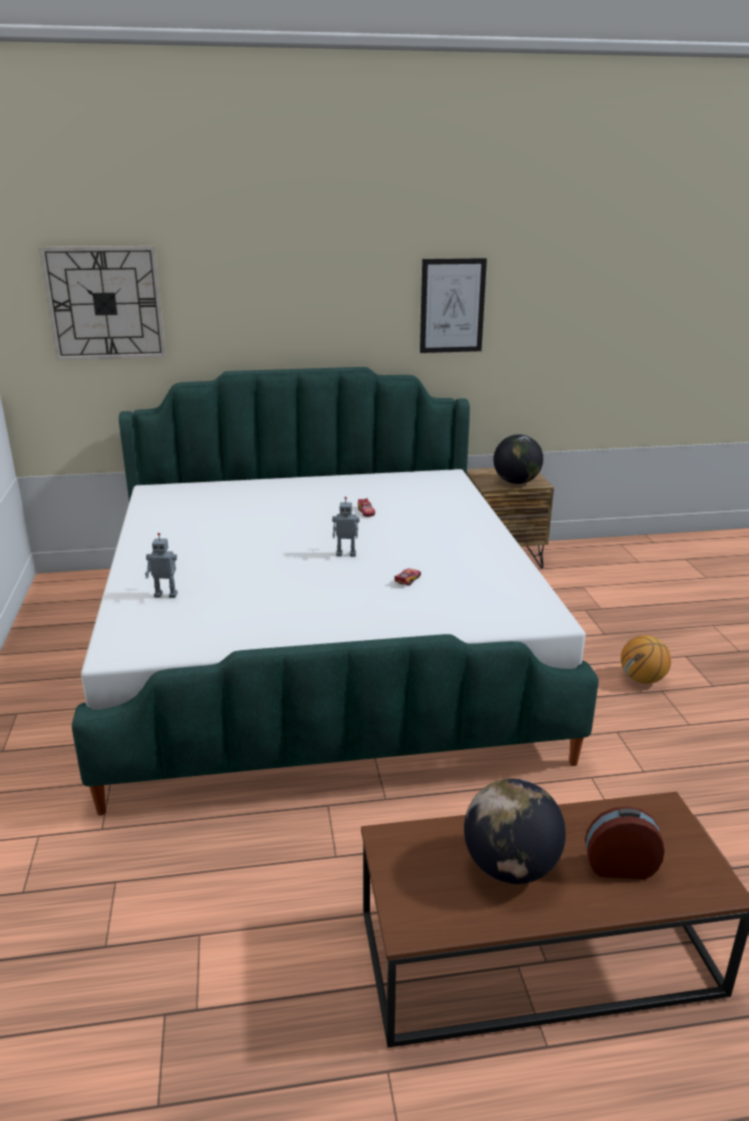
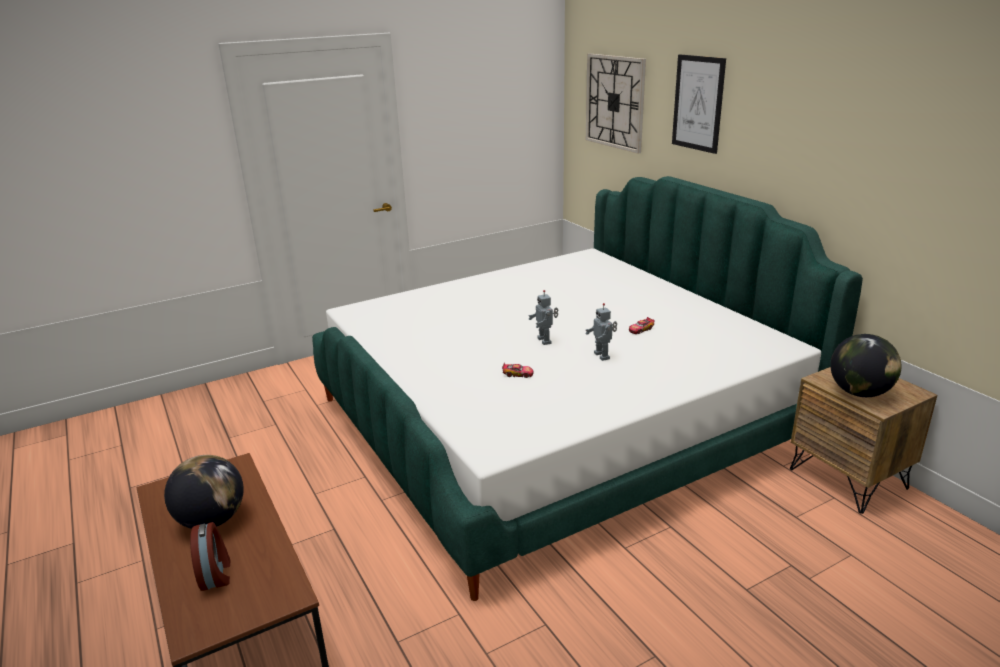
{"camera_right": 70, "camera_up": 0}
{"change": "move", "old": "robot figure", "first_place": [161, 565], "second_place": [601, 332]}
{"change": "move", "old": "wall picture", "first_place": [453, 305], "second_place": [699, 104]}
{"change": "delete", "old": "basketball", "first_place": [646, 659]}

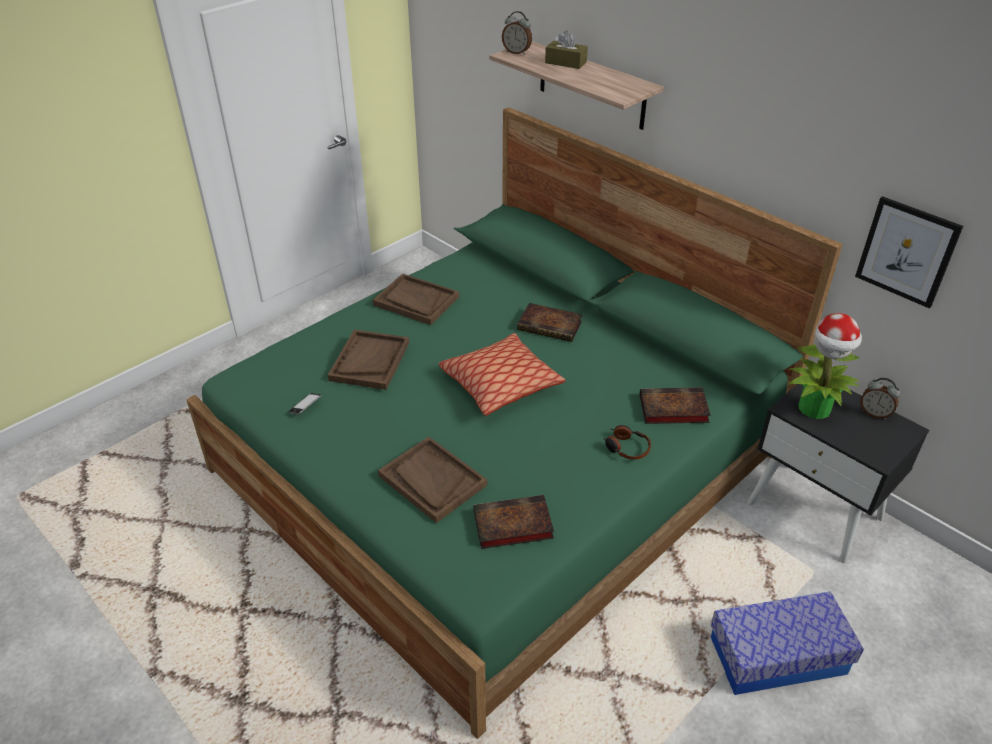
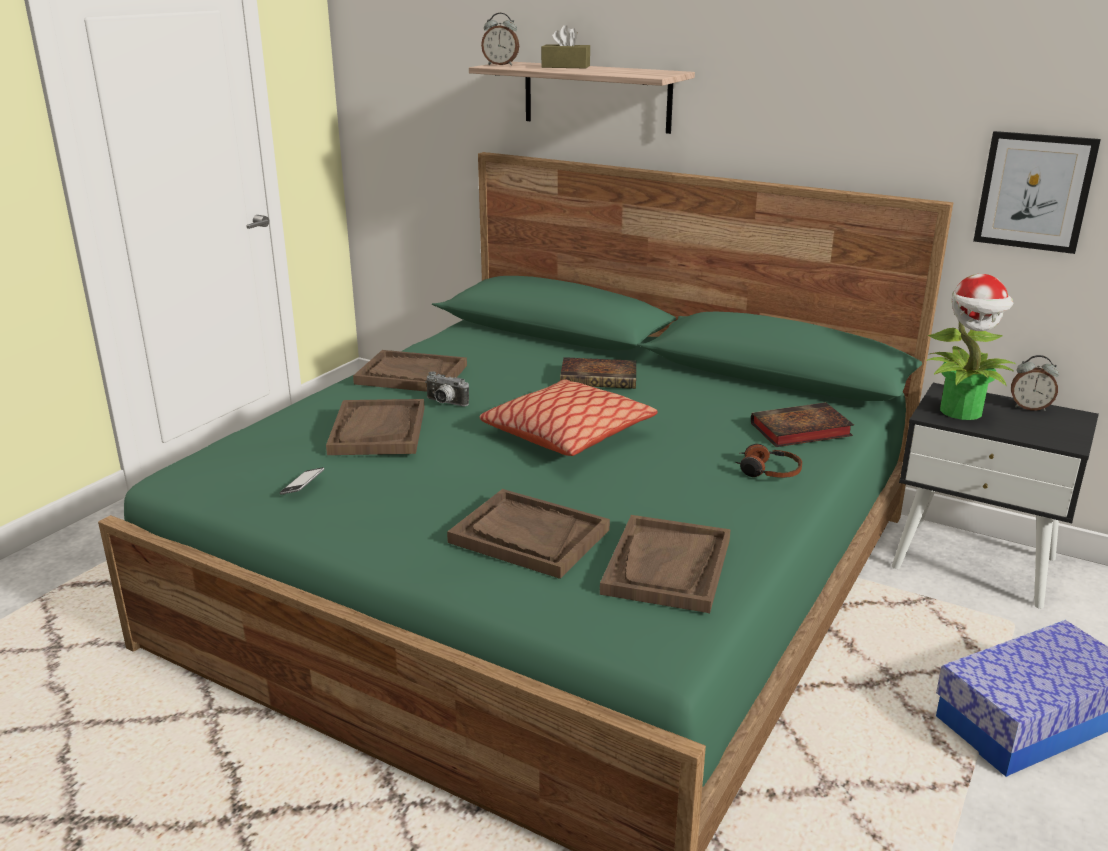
{"camera_right": -15, "camera_up": -15}
{"change": "insert", "new": "photo camera", "second_place": [447, 388]}
{"change": "replace", "old": "bound book", "new": "brown carrying tray", "first_place": [513, 522], "second_place": [665, 564]}

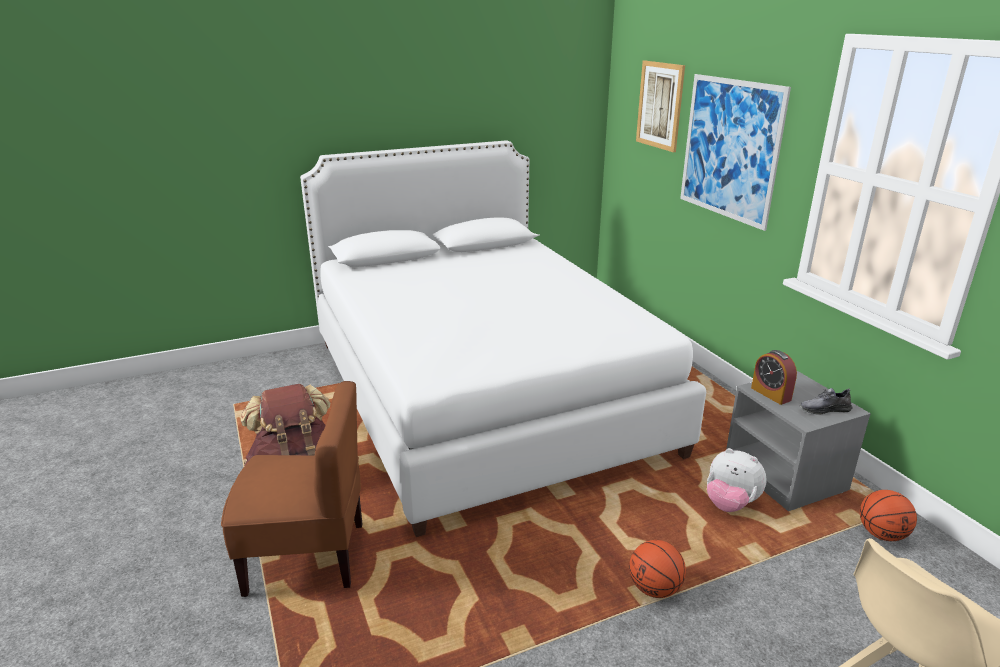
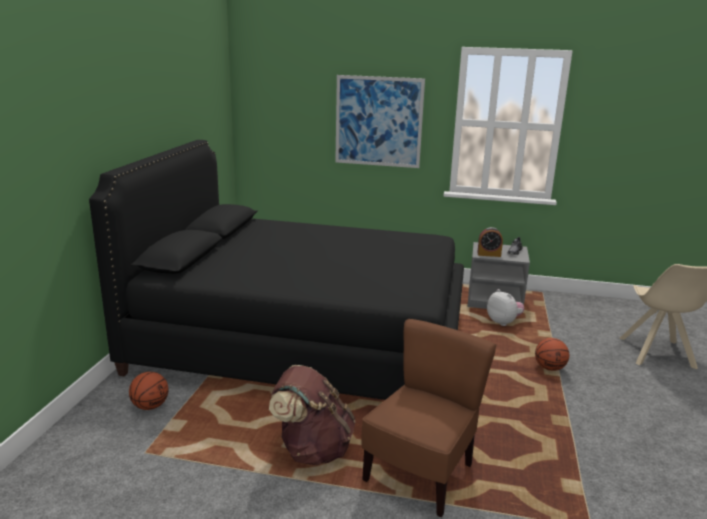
{"camera_right": -55, "camera_up": -5}
{"change": "recolor", "old": "white bed", "new": "blackish bed", "first_place": [503, 338], "second_place": [276, 270]}
{"change": "move", "old": "basketball", "first_place": [888, 515], "second_place": [148, 391]}
{"change": "rotate", "old": "soft toy", "first_place": [737, 480], "second_place": [505, 307], "degrees": -105}
{"change": "delete", "old": "wall picture", "first_place": [660, 106]}

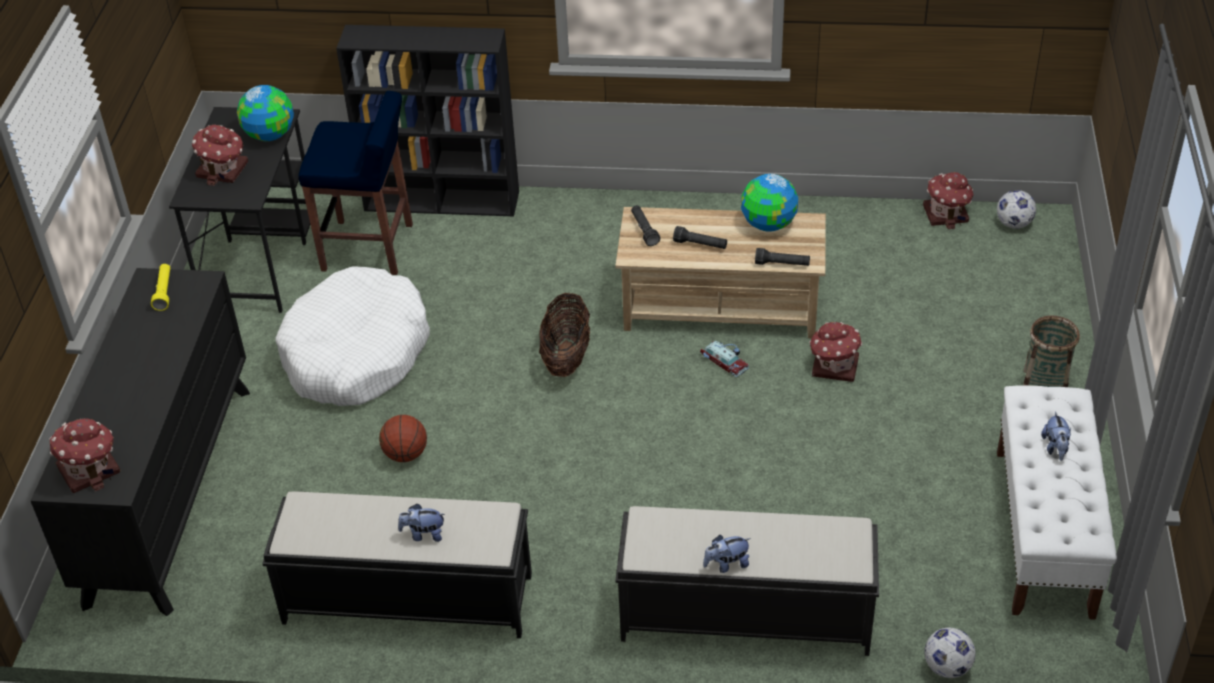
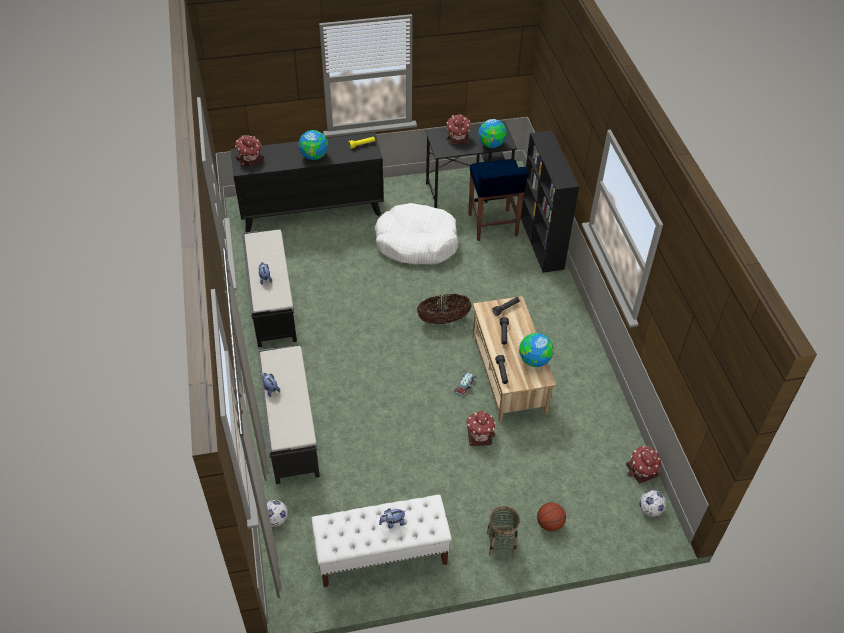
{"camera_right": 70, "camera_up": 5}
{"change": "insert", "new": "world globe", "second_place": [313, 145]}
{"change": "move", "old": "basketball", "first_place": [403, 438], "second_place": [551, 517]}

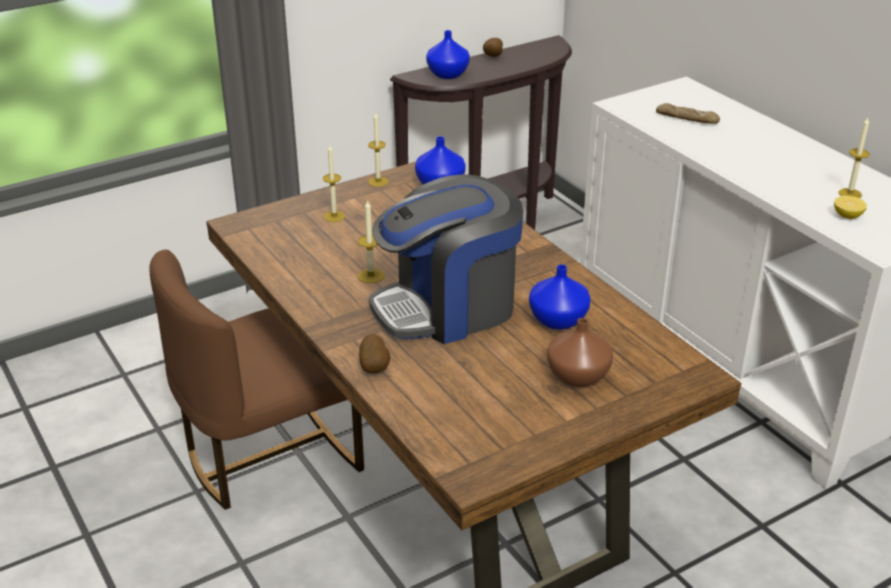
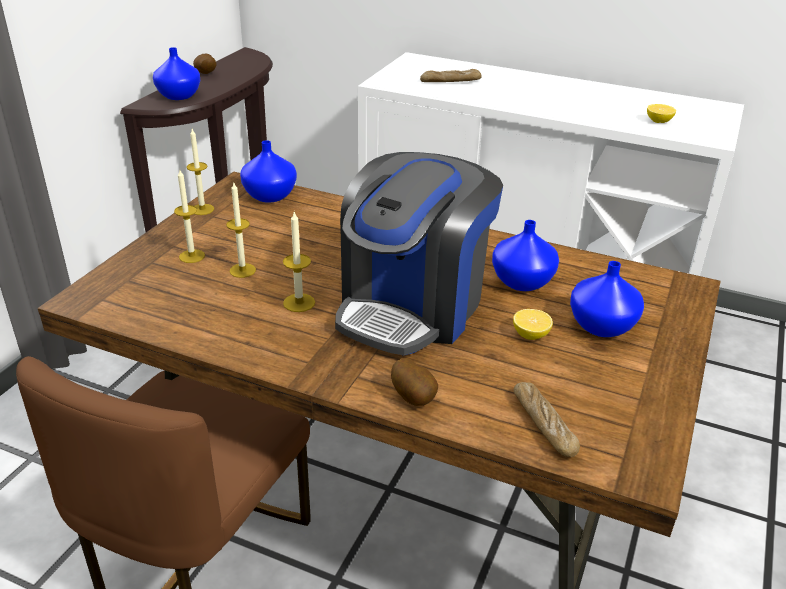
{"camera_right": -35, "camera_up": 0}
{"change": "move", "old": "candle", "first_place": [854, 158], "second_place": [241, 230]}
{"change": "insert", "new": "citrus fruit", "second_place": [533, 324]}
{"change": "insert", "new": "bakery bread", "second_place": [547, 419]}
{"change": "recolor", "old": "brown decorative vase", "new": "blue decorative vase", "first_place": [580, 352], "second_place": [607, 299]}

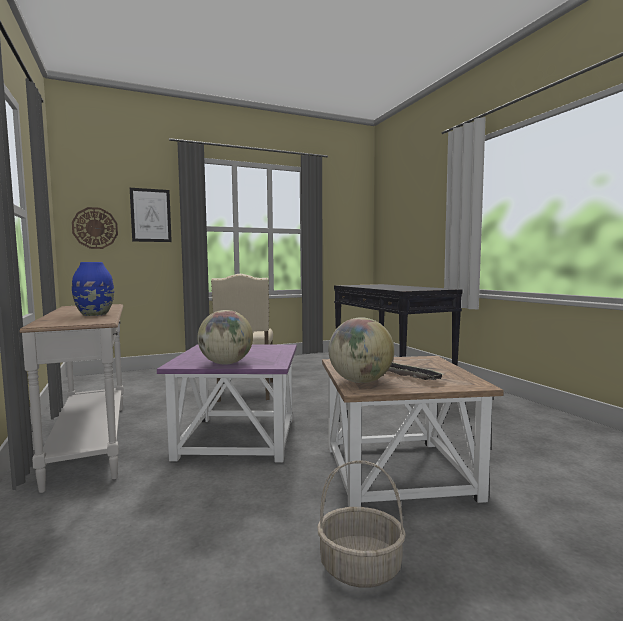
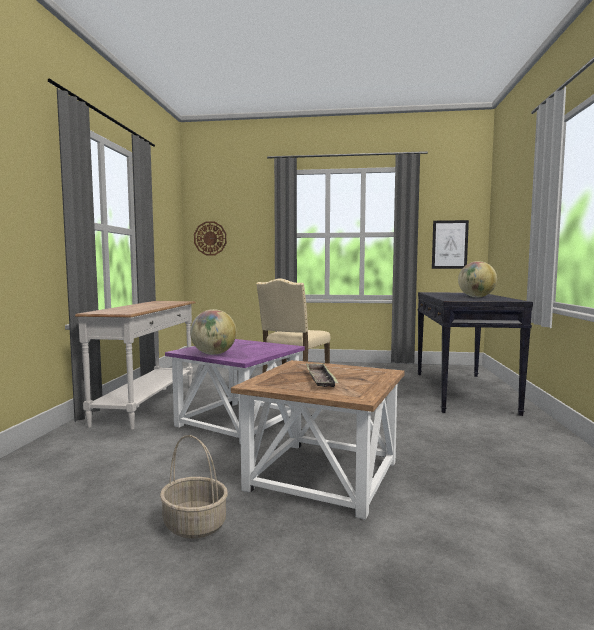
{"camera_right": 30, "camera_up": 0}
{"change": "move", "old": "wall picture", "first_place": [151, 215], "second_place": [450, 244]}
{"change": "move", "old": "world globe", "first_place": [361, 350], "second_place": [477, 279]}
{"change": "delete", "old": "blue decorative vase", "first_place": [93, 289]}

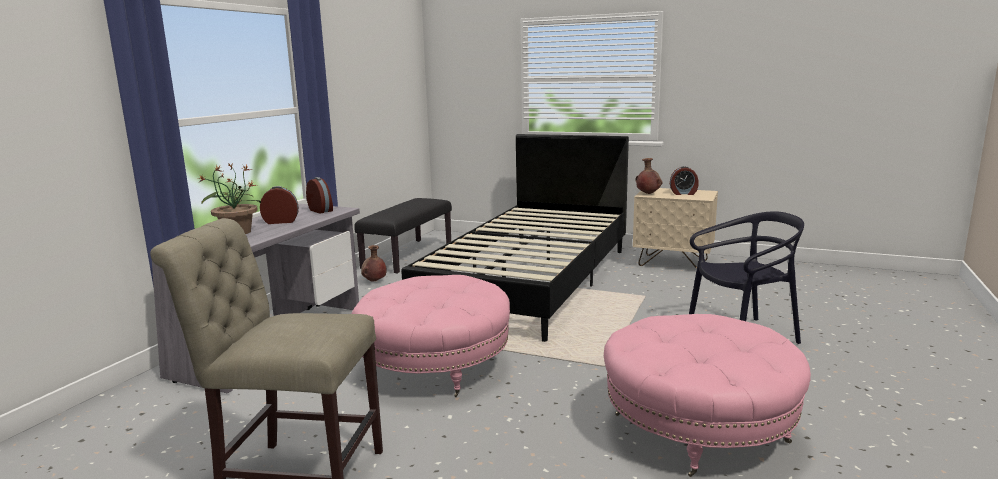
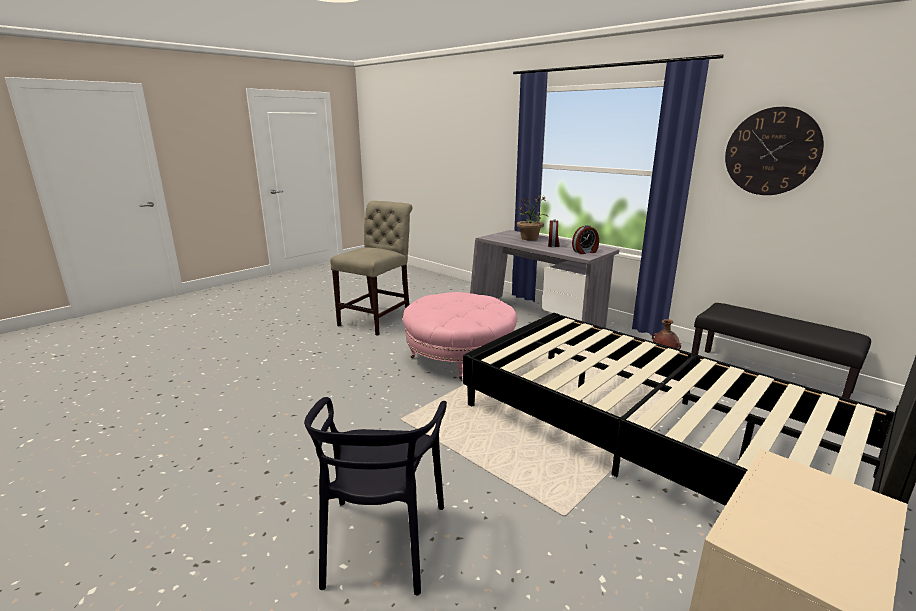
{"camera_right": 110, "camera_up": 5}
{"change": "insert", "new": "clock on the wall", "second_place": [774, 151]}
{"change": "delete", "old": "pink-coloured pouffe", "first_place": [707, 395]}
{"change": "delete", "old": "brown decorative vase", "first_place": [648, 176]}
{"change": "delete", "old": "alarm clock", "first_place": [684, 180]}

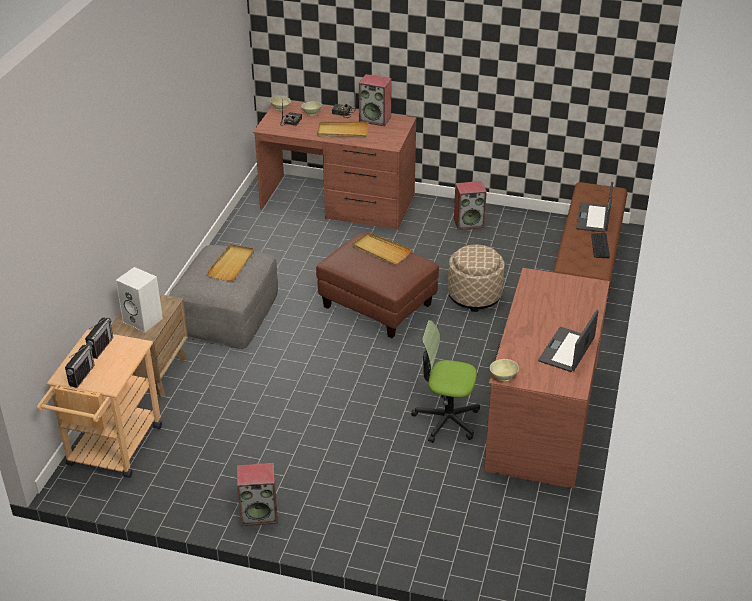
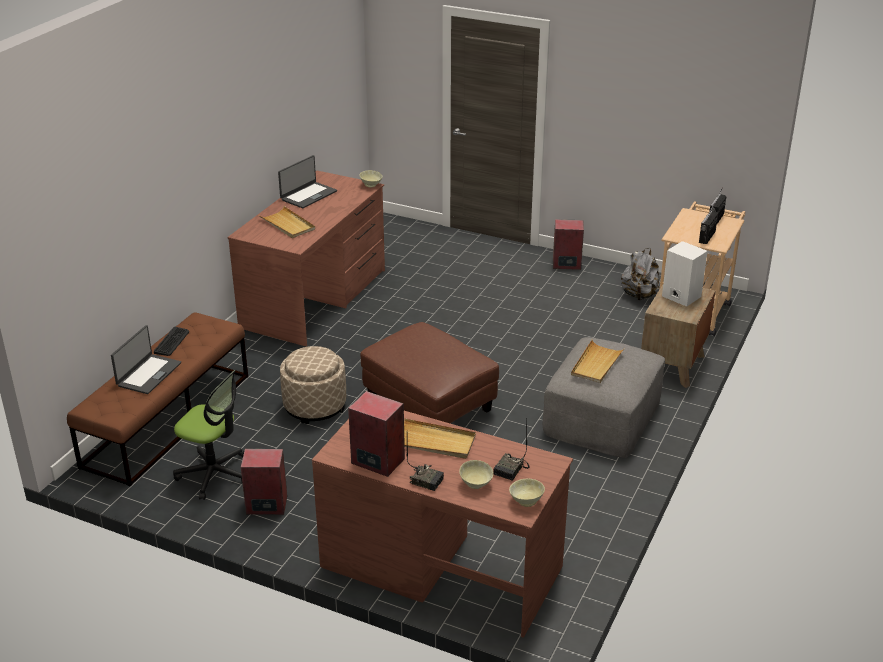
{"camera_right": -170, "camera_up": -5}
{"change": "move", "old": "office chair", "first_place": [445, 381], "second_place": [208, 435]}
{"change": "move", "old": "sand-coloured carrying tray", "first_place": [381, 248], "second_place": [286, 222]}
{"change": "insert", "new": "gray knapsack", "second_place": [640, 274]}

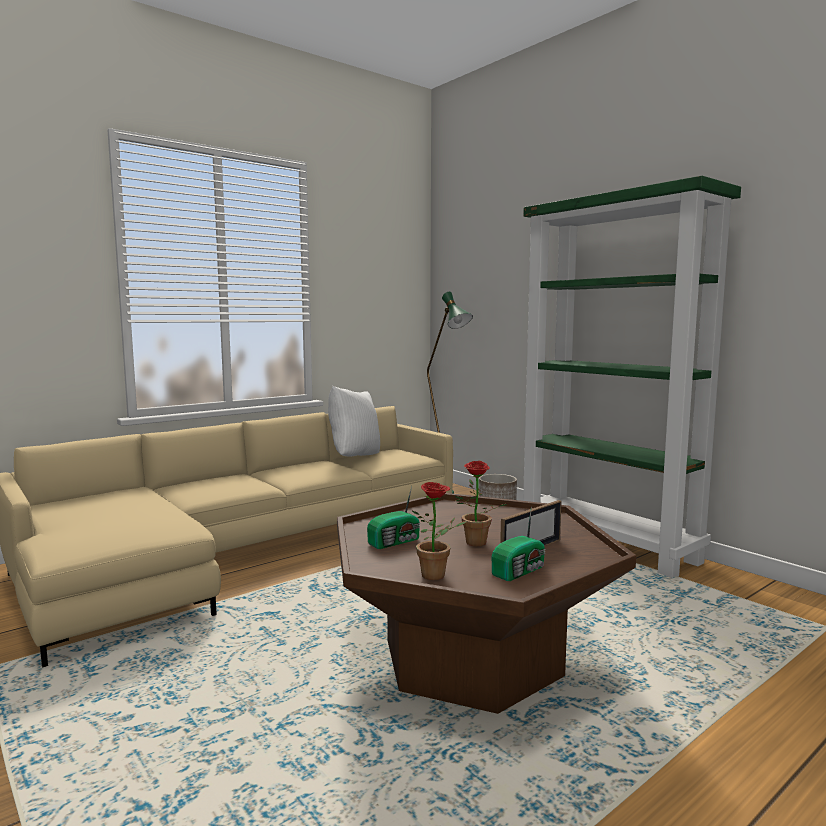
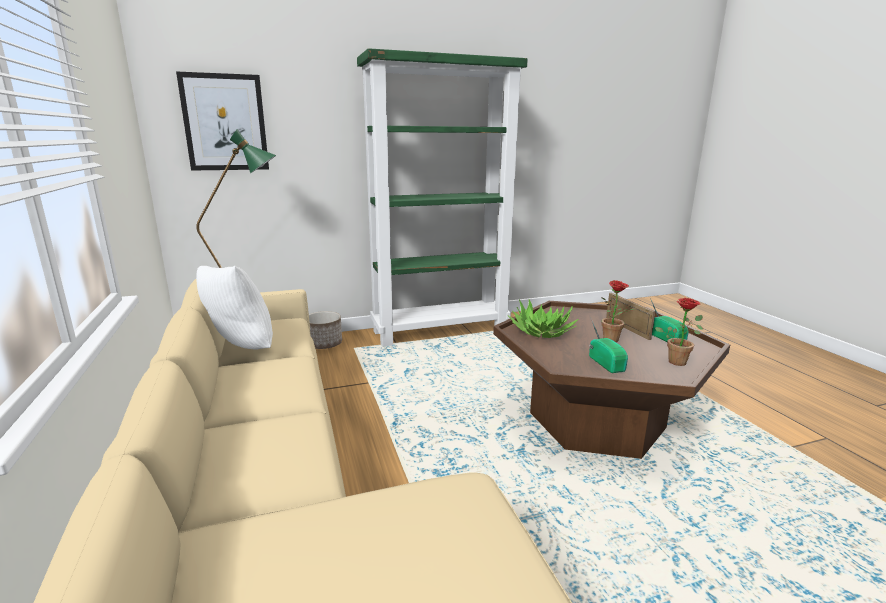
{"camera_right": -70, "camera_up": 10}
{"change": "insert", "new": "wall picture", "second_place": [222, 121]}
{"change": "insert", "new": "potted plant", "second_place": [543, 318]}

